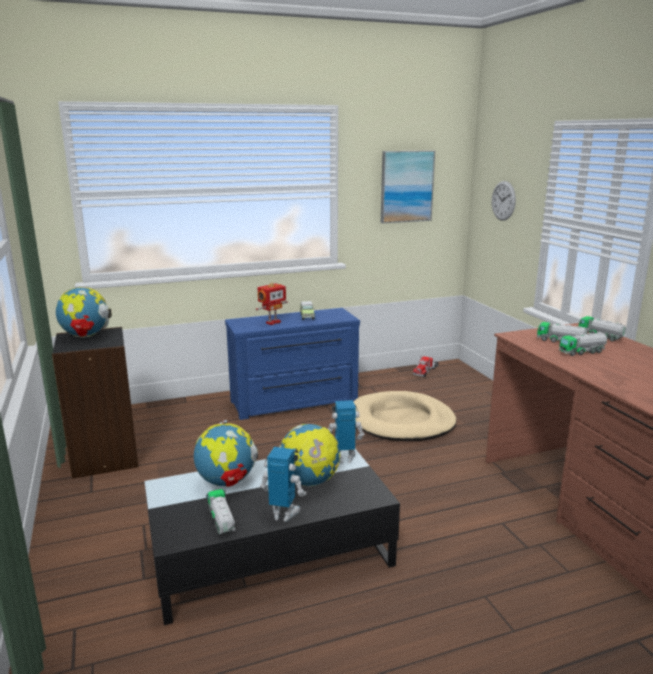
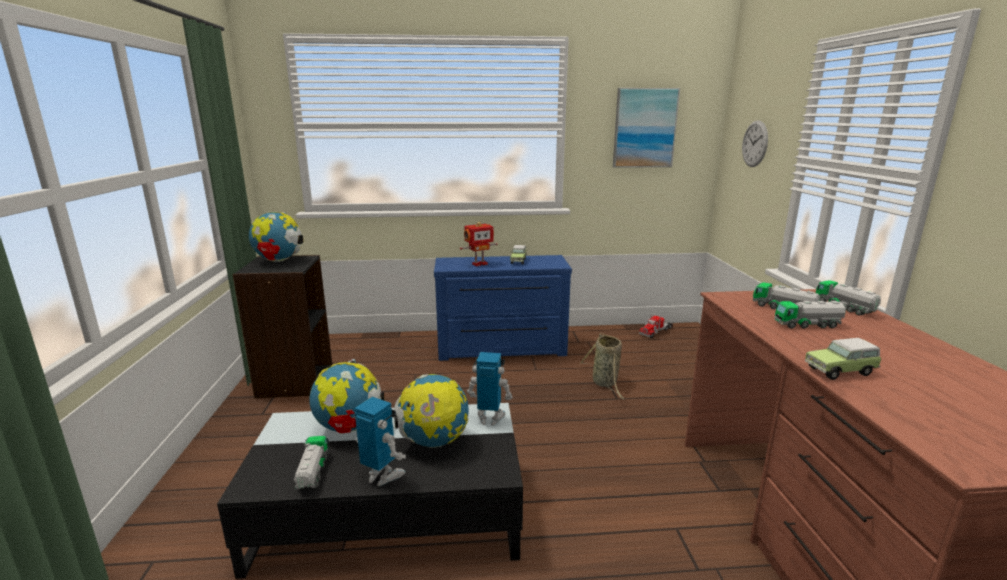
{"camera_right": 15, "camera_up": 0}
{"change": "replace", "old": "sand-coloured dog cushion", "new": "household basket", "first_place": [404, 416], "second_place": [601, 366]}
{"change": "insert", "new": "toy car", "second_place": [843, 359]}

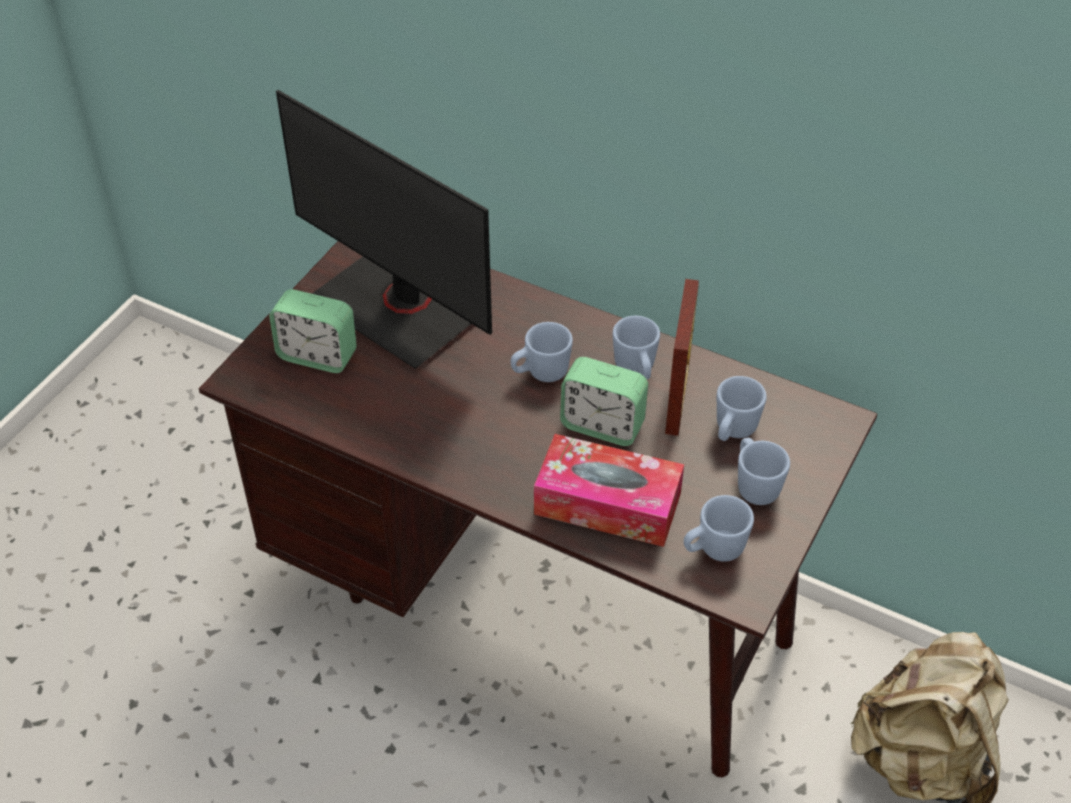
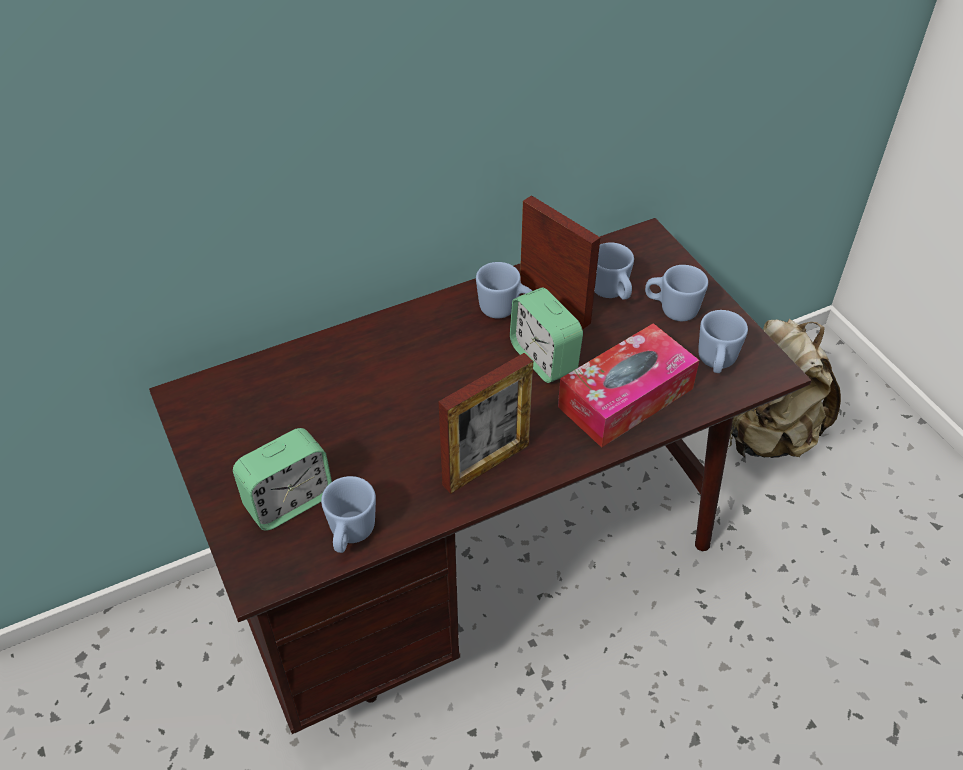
{"camera_right": -55, "camera_up": 0}
{"change": "move", "old": "blue coffee mug", "first_place": [541, 352], "second_place": [348, 514]}
{"change": "insert", "new": "photo frame", "second_place": [485, 423]}
{"change": "rotate", "old": "alarm clock", "first_place": [604, 401], "second_place": [546, 335], "degrees": 90}
{"change": "delete", "old": "computer screen", "first_place": [384, 229]}

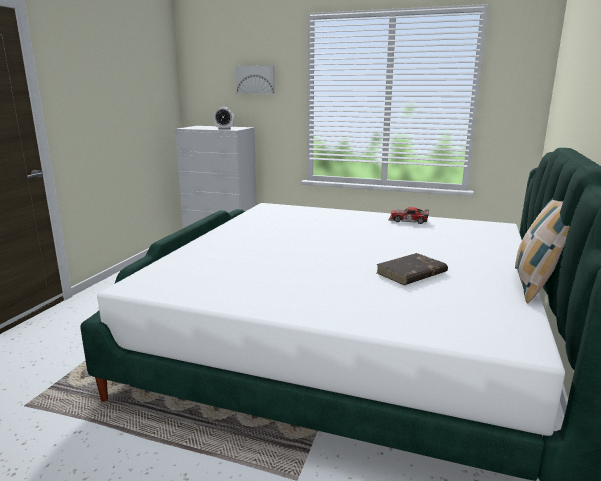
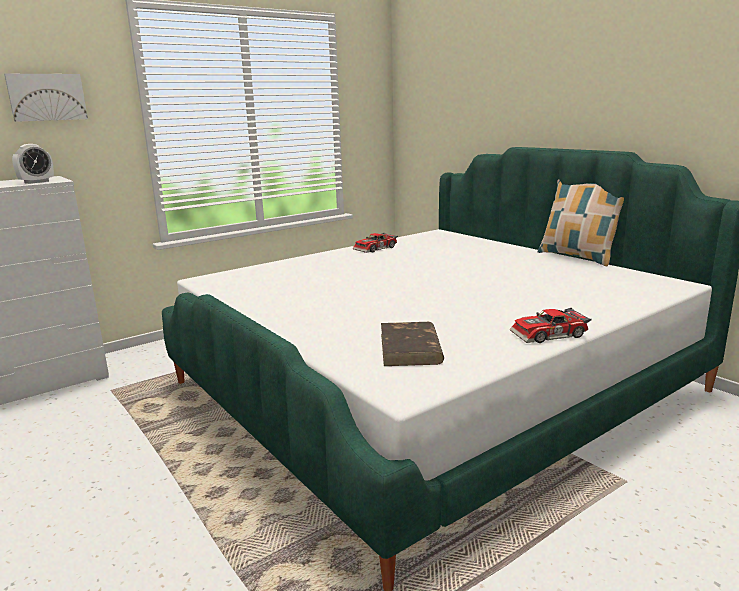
{"camera_right": -55, "camera_up": 0}
{"change": "move", "old": "brown bound book", "first_place": [412, 269], "second_place": [412, 344]}
{"change": "insert", "new": "toy car", "second_place": [551, 325]}

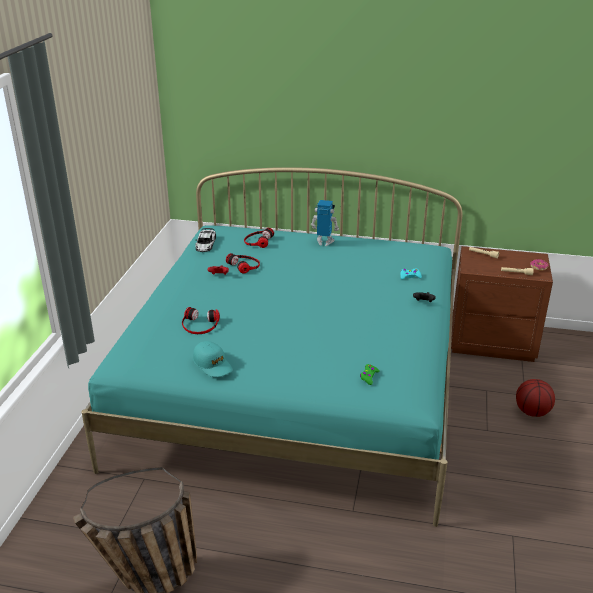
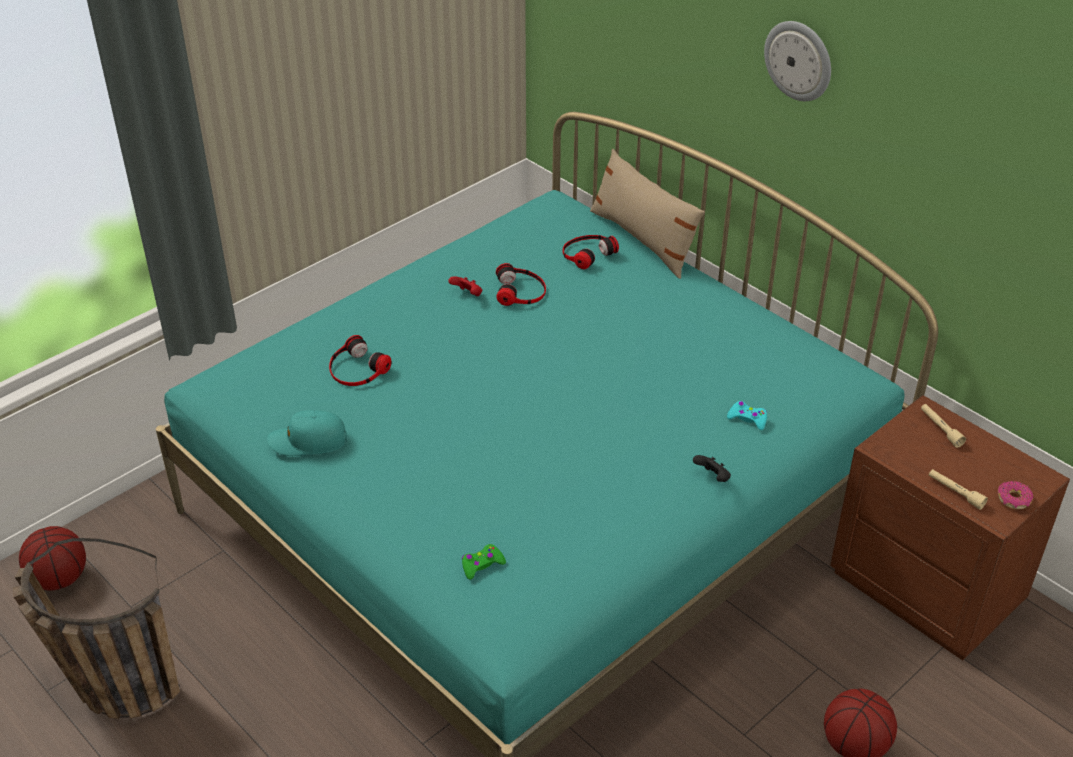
{"camera_right": 35, "camera_up": 10}
{"change": "insert", "new": "basketball", "second_place": [52, 558]}
{"change": "rotate", "old": "blue-green peaked cap", "first_place": [212, 359], "second_place": [307, 433], "degrees": 90}
{"change": "insert", "new": "sand-coloured pillow", "second_place": [647, 214]}
{"change": "insert", "new": "clock on the wall", "second_place": [797, 61]}
{"change": "delete", "old": "toy car", "first_place": [205, 240]}
{"change": "delete", "old": "robot figure", "first_place": [325, 223]}

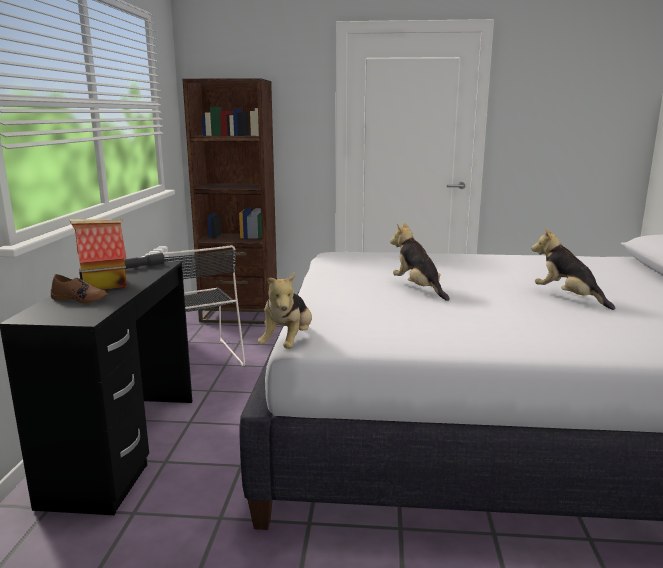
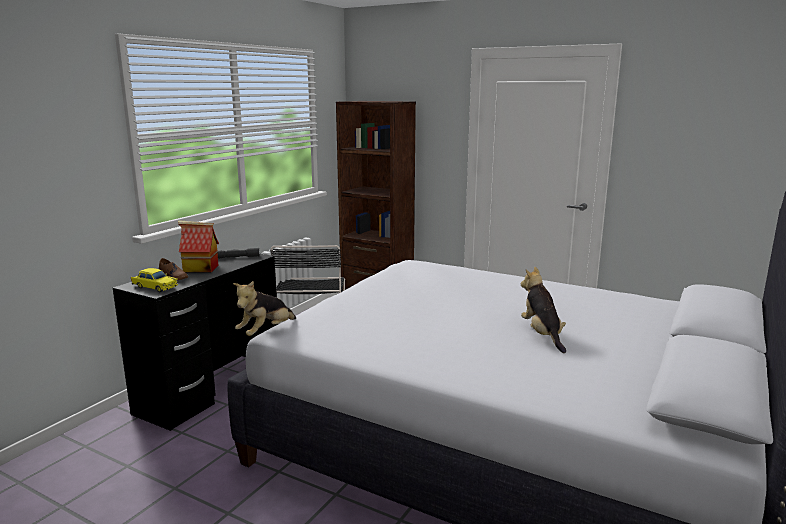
{"camera_right": 25, "camera_up": 0}
{"change": "insert", "new": "yellow-coloured toy car", "second_place": [154, 280]}
{"change": "delete", "old": "soft toy", "first_place": [420, 261]}

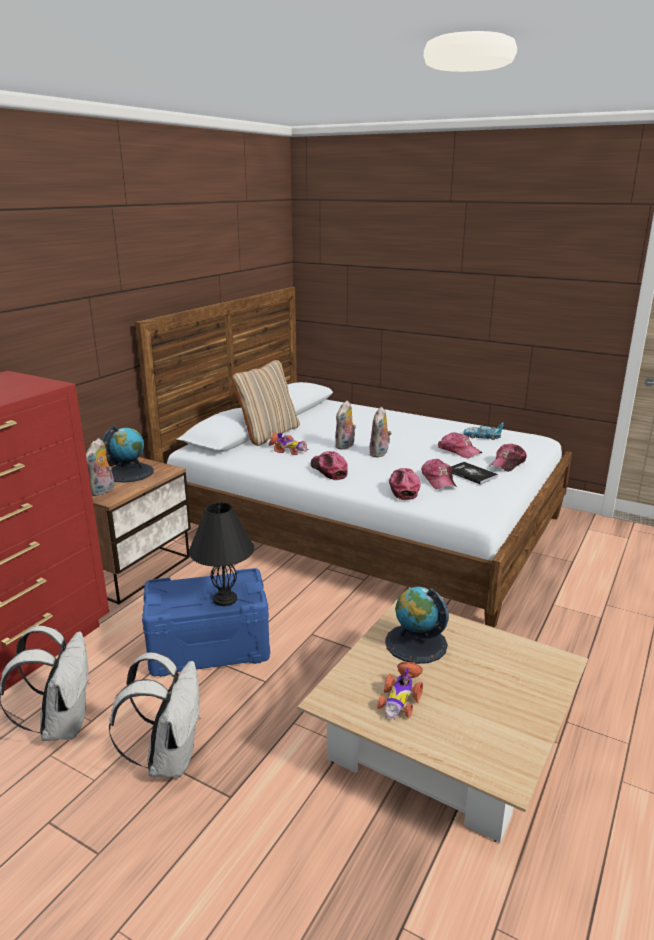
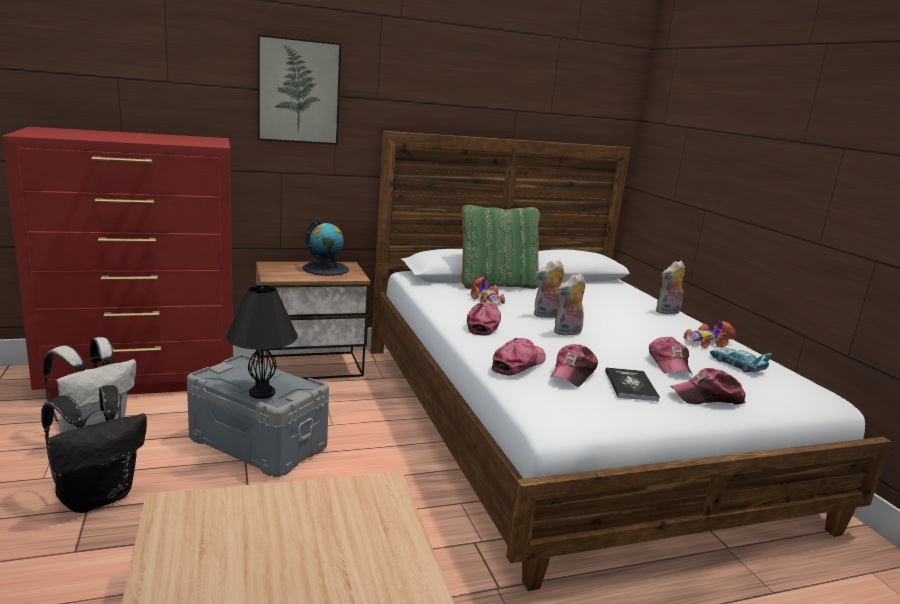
{"camera_right": 40, "camera_up": -5}
{"change": "recolor", "old": "white knapsack", "new": "blackish knapsack", "first_place": [154, 715], "second_place": [94, 449]}
{"change": "recolor", "old": "blue storage bin", "new": "gray storage bin", "first_place": [206, 622], "second_place": [258, 415]}
{"change": "insert", "new": "wall picture", "second_place": [299, 89]}
{"change": "recolor", "old": "sand-coloured pillow", "new": "green pillow", "first_place": [266, 403], "second_place": [500, 247]}
{"change": "move", "old": "soft toy", "first_place": [100, 467], "second_place": [670, 288]}
{"change": "move", "old": "toy car", "first_place": [400, 691], "second_place": [710, 334]}
{"change": "delete", "old": "world globe", "first_place": [417, 625]}

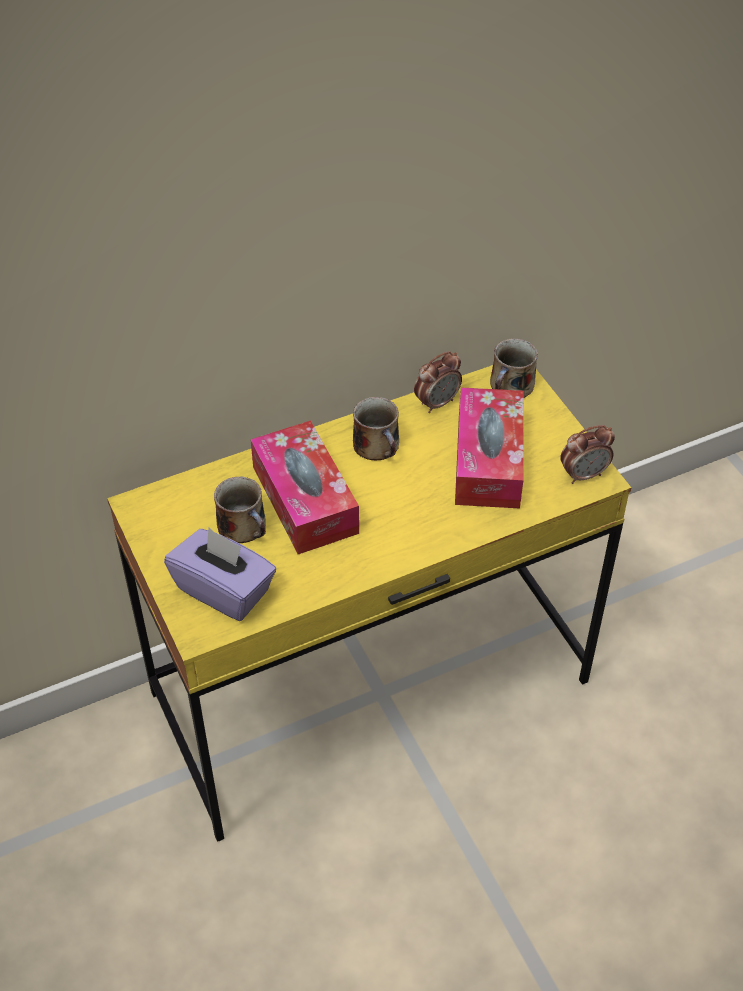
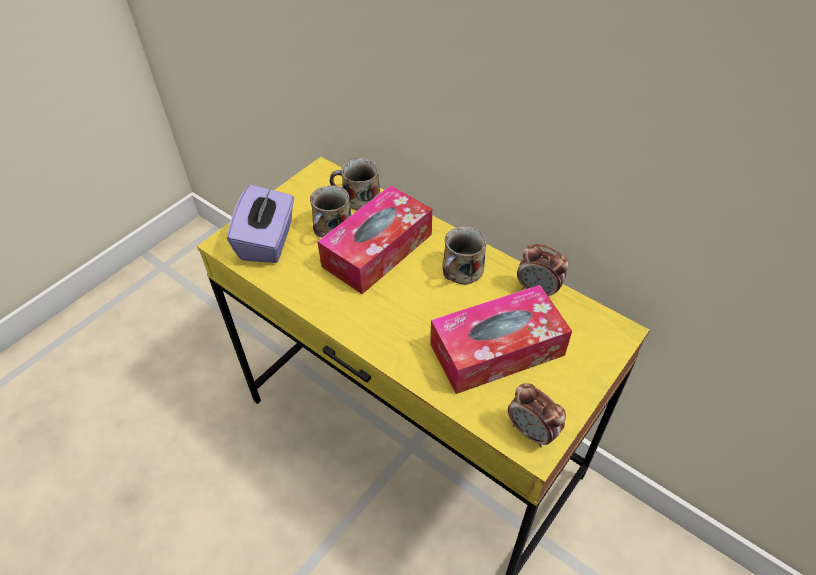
{"camera_right": 65, "camera_up": 0}
{"change": "move", "old": "coffee mug", "first_place": [514, 368], "second_place": [355, 184]}

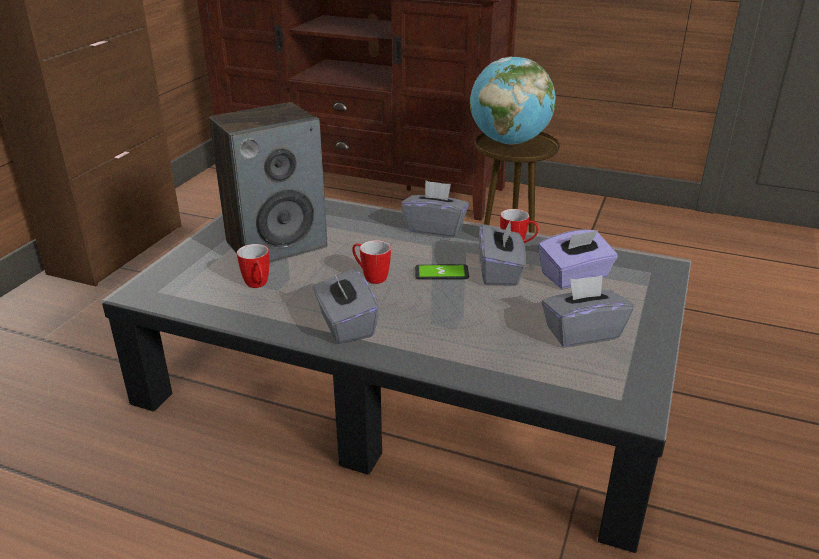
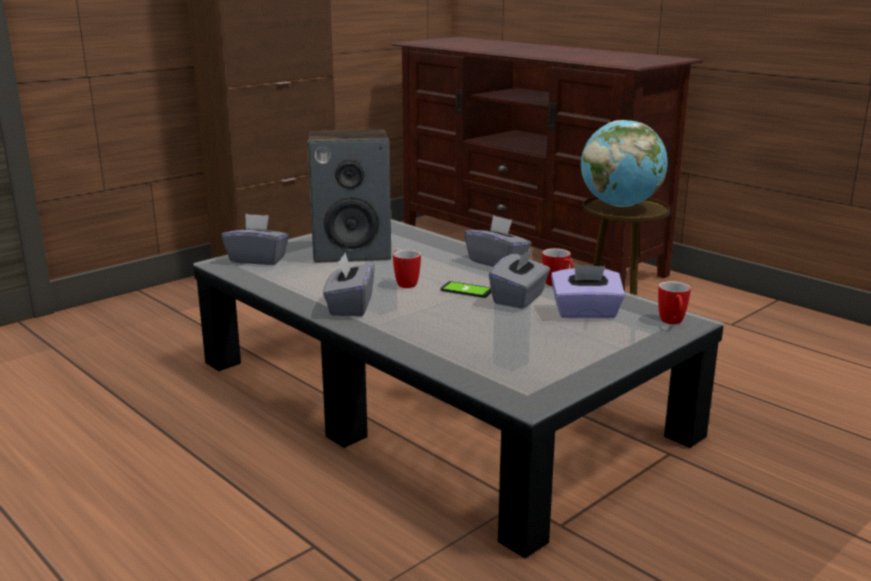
{"camera_right": 25, "camera_up": -10}
{"change": "move", "old": "gray tissue box", "first_place": [588, 311], "second_place": [255, 239]}
{"change": "move", "old": "coffee mug", "first_place": [253, 266], "second_place": [674, 302]}

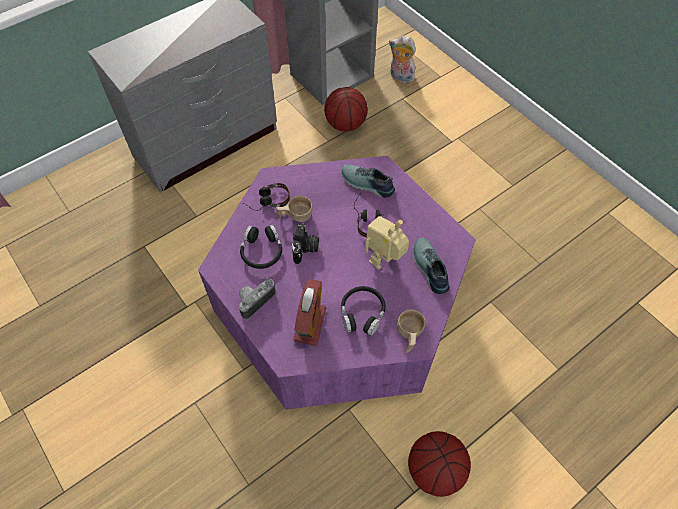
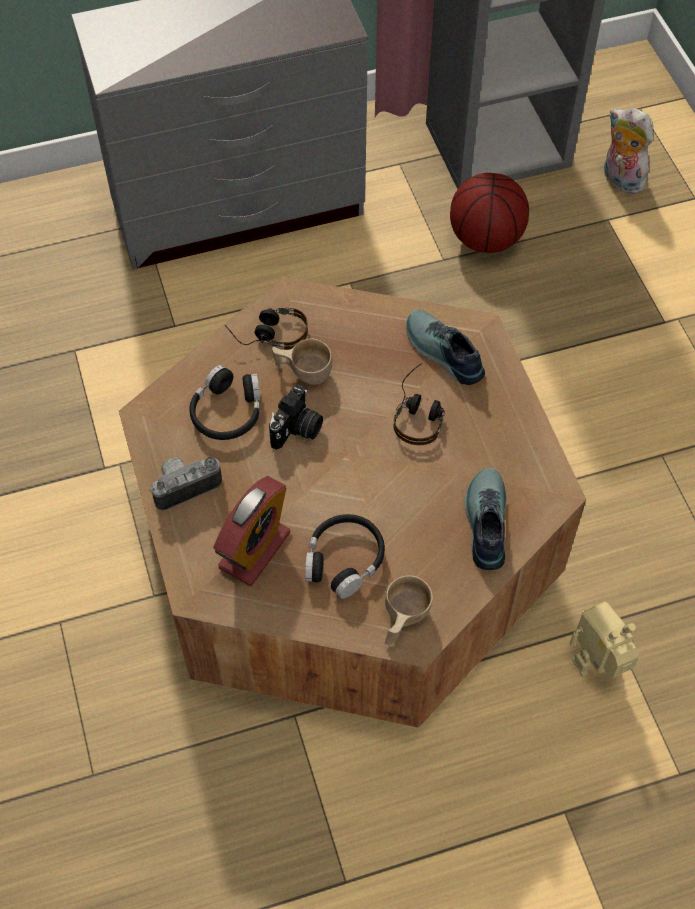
{"camera_right": 20, "camera_up": 0}
{"change": "recolor", "old": "purplish lounge table", "new": "brown lounge table", "first_place": [337, 283], "second_place": [352, 502]}
{"change": "move", "old": "robot figure", "first_place": [387, 243], "second_place": [604, 640]}
{"change": "delete", "old": "basketball", "first_place": [439, 464]}

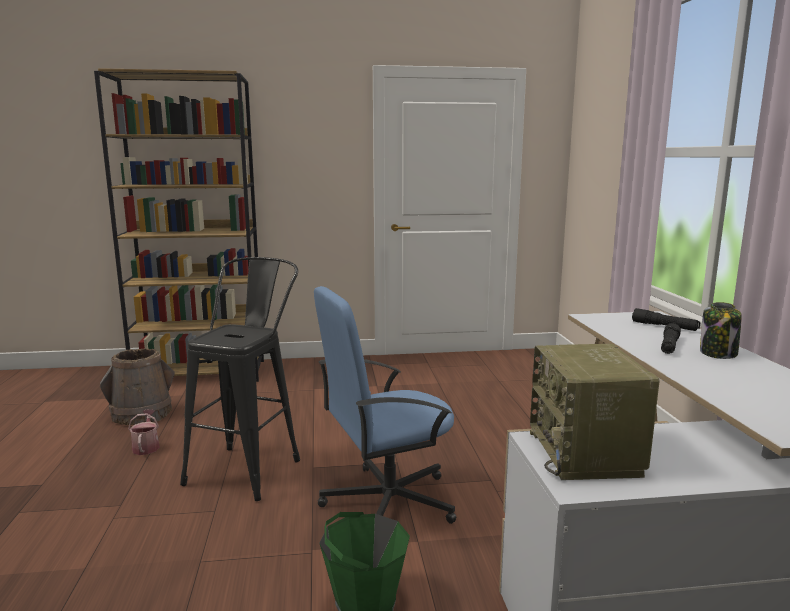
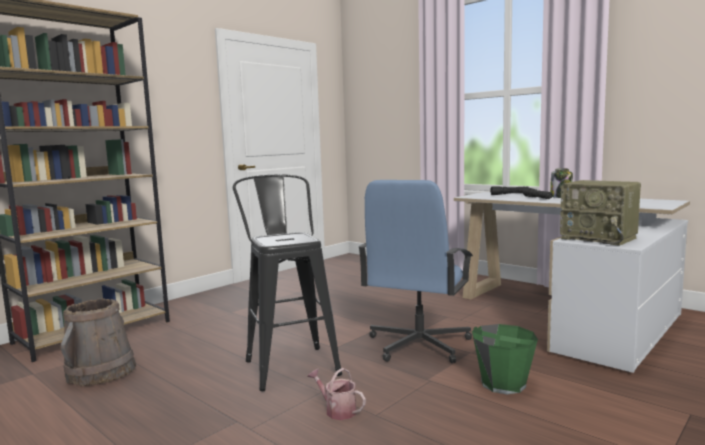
{"camera_right": -40, "camera_up": -5}
{"change": "move", "old": "watering can", "first_place": [144, 432], "second_place": [337, 394]}

